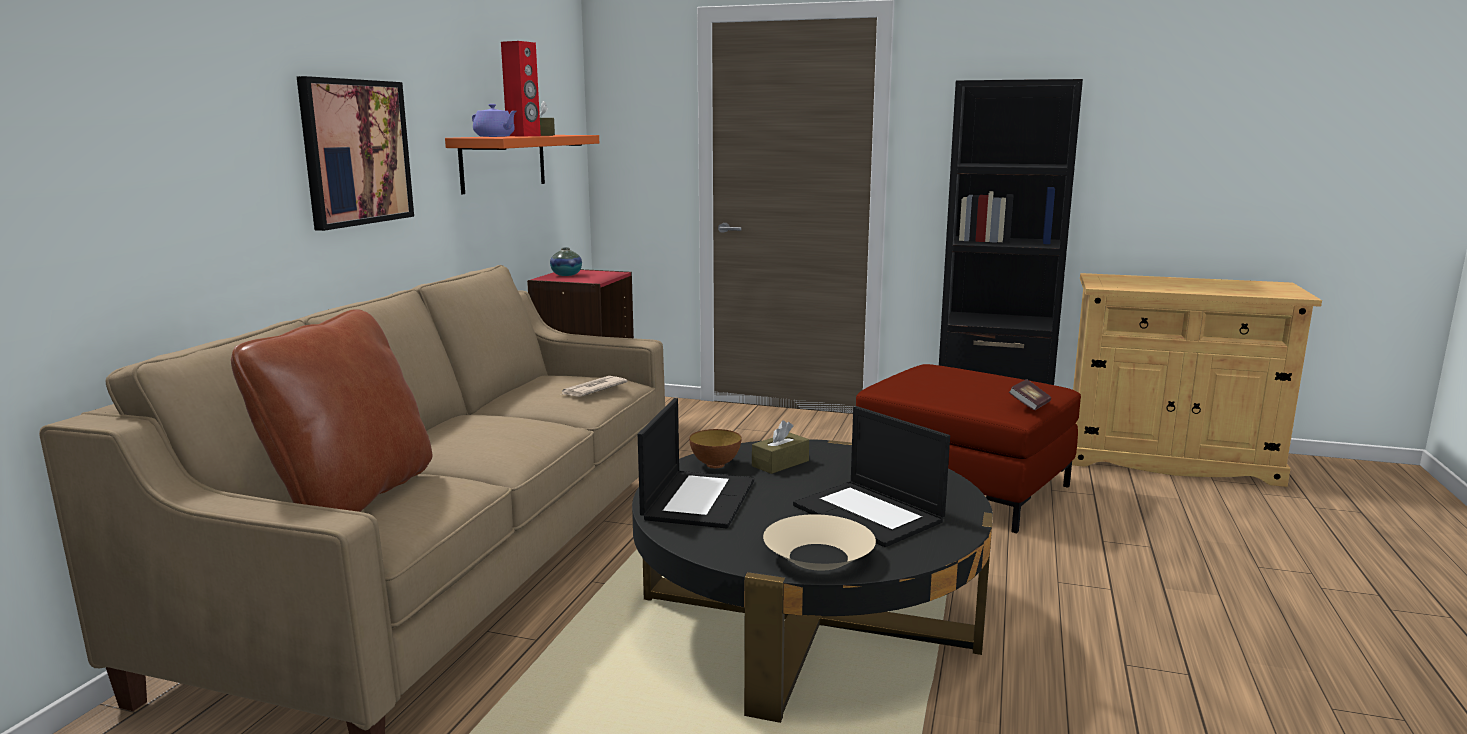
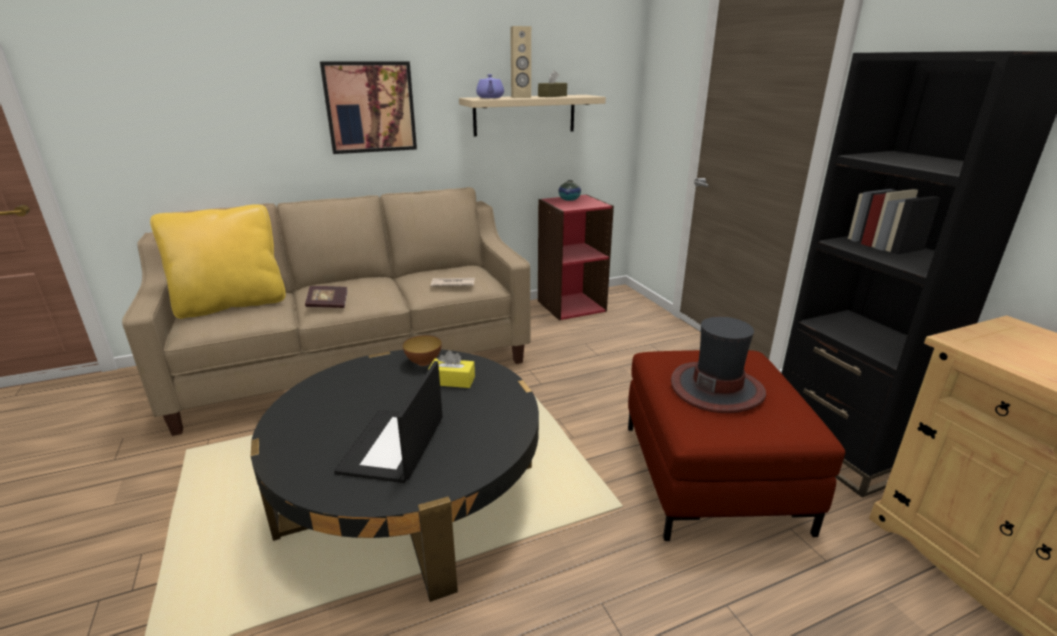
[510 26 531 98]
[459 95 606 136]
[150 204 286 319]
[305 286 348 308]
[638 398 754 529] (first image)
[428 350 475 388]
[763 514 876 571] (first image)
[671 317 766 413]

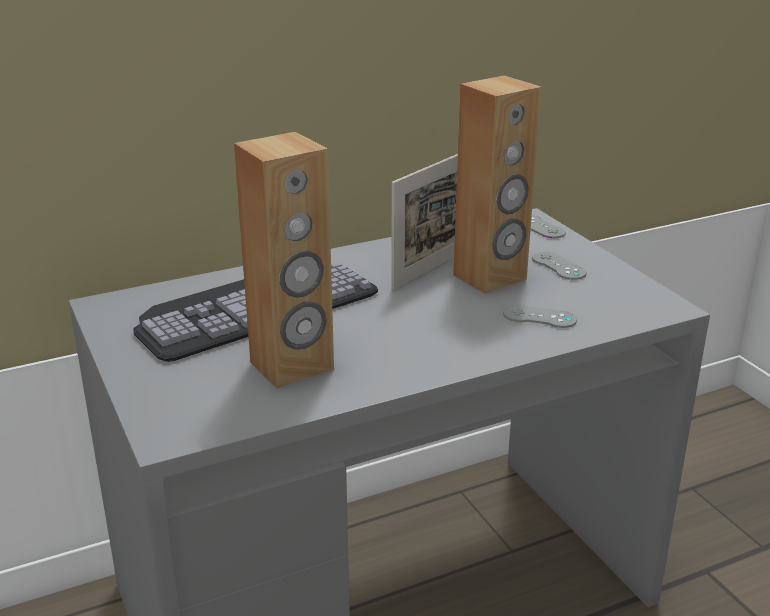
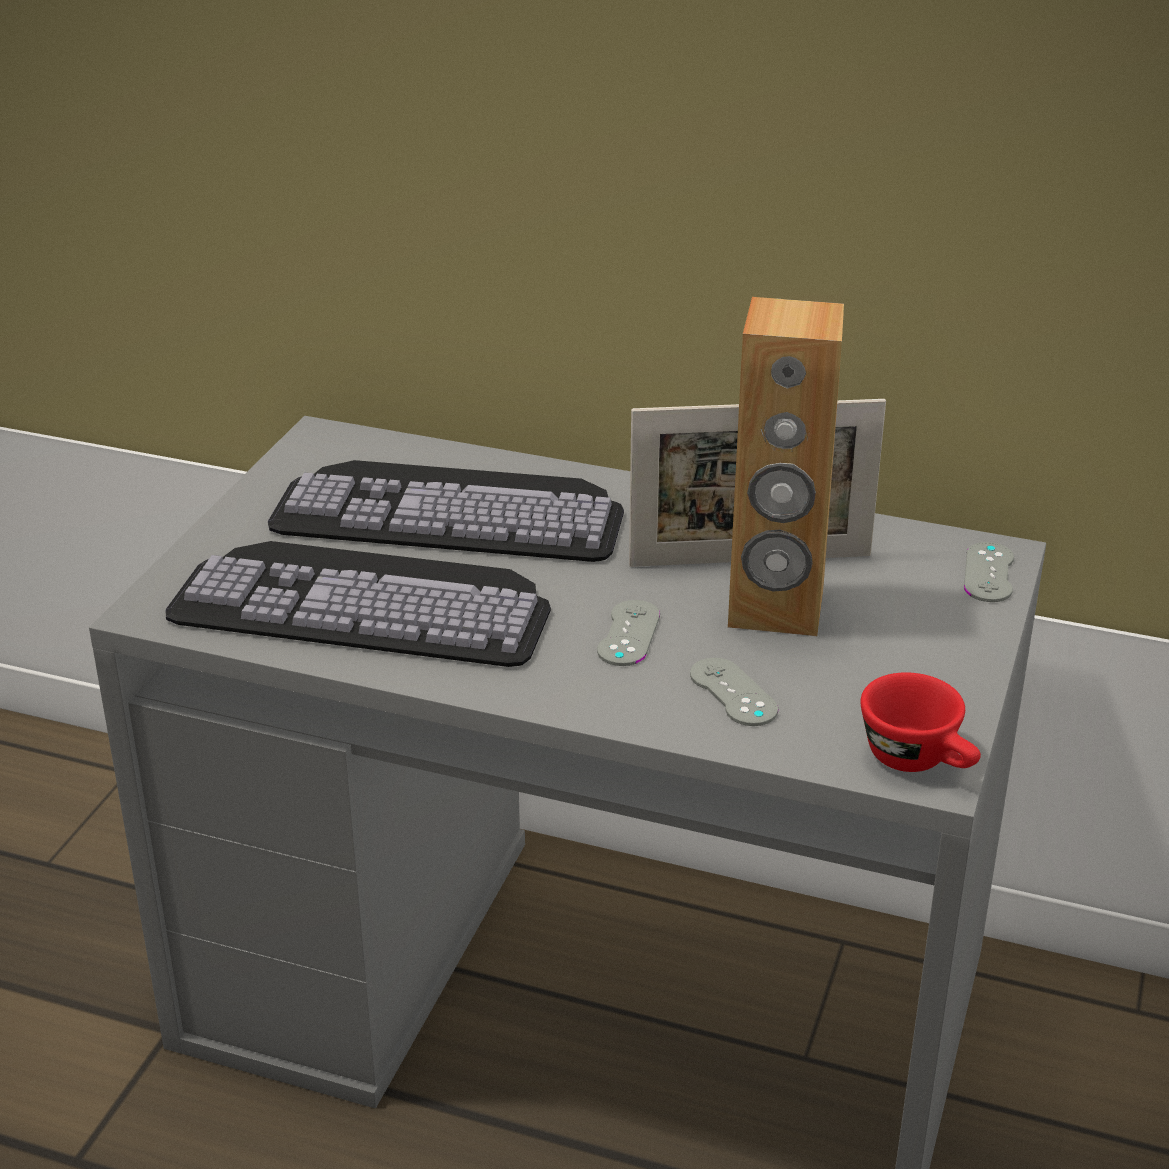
[166 541 551 667]
[597 600 660 666]
[861 672 981 772]

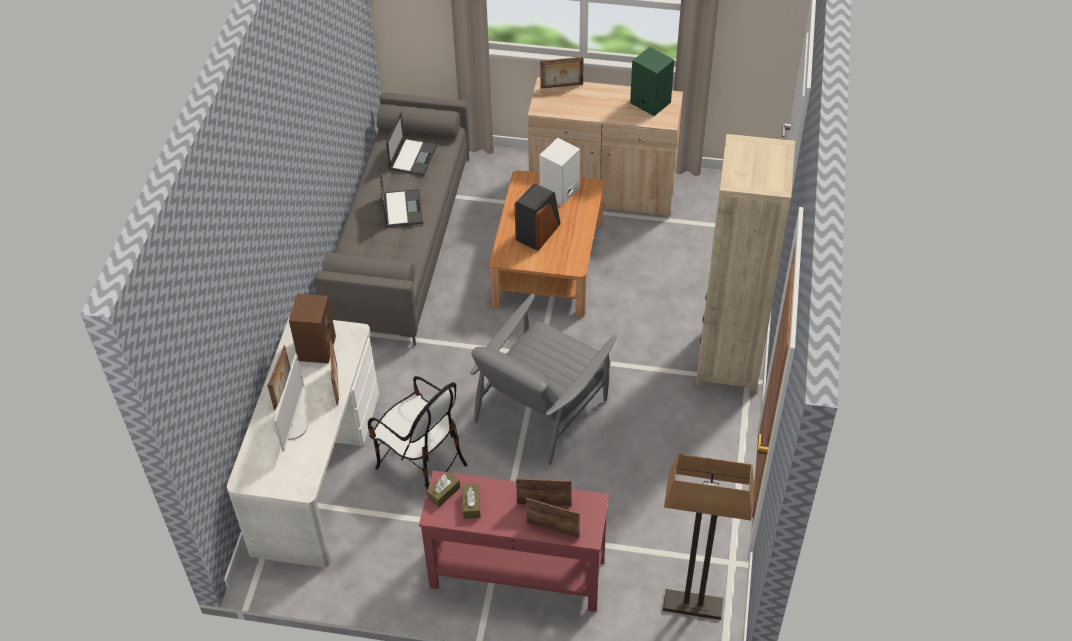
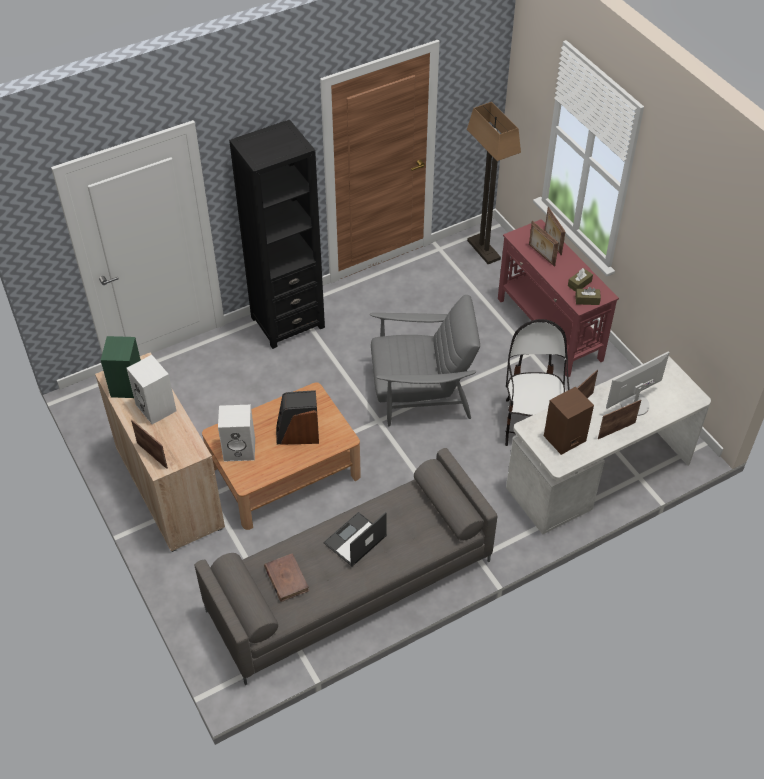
[264 553 309 602]
[229 120 325 349]
[127 355 176 424]

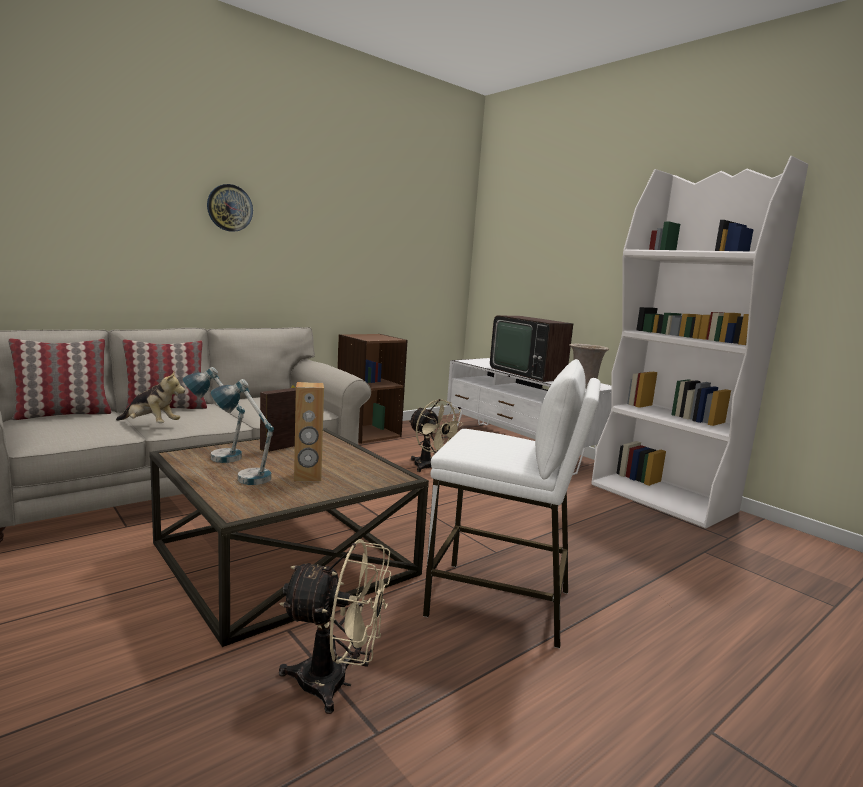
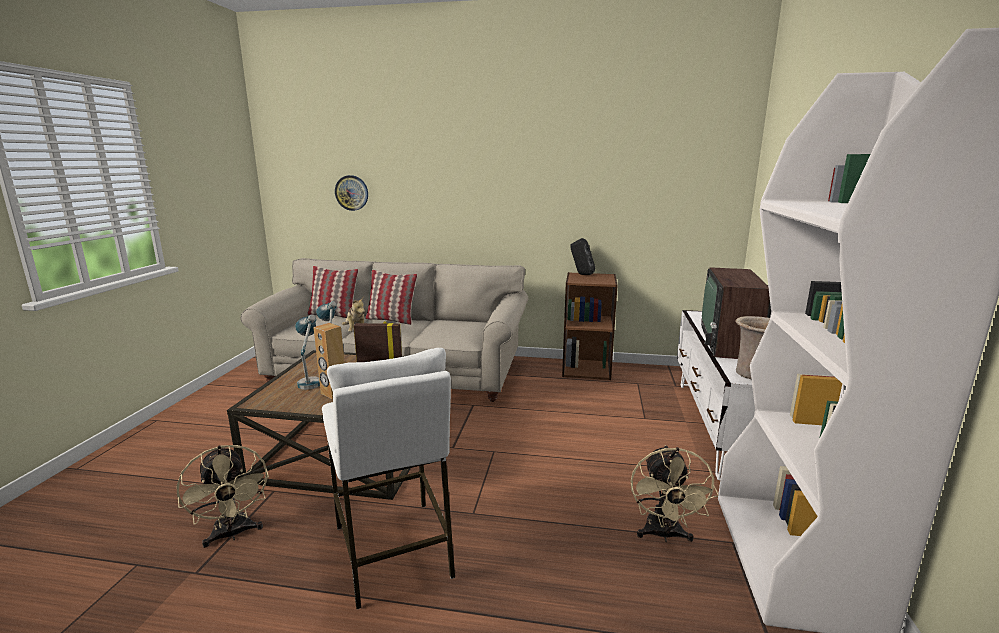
[335 175 368 211]
[631 445 719 542]
[570 238 595 275]

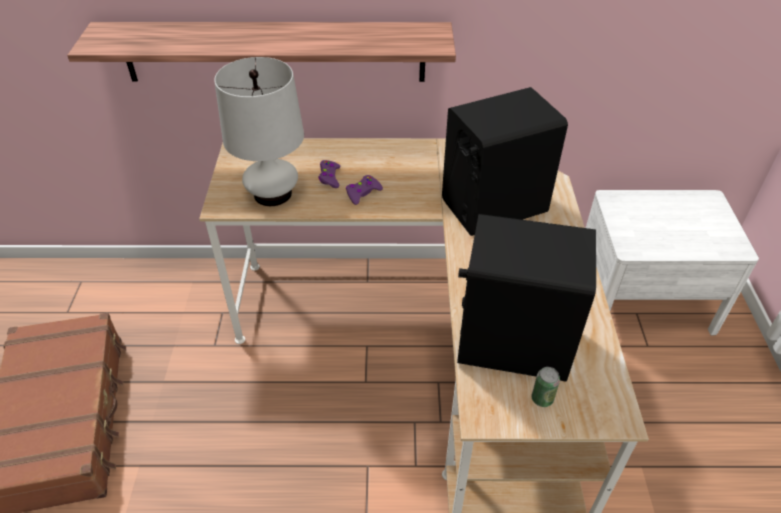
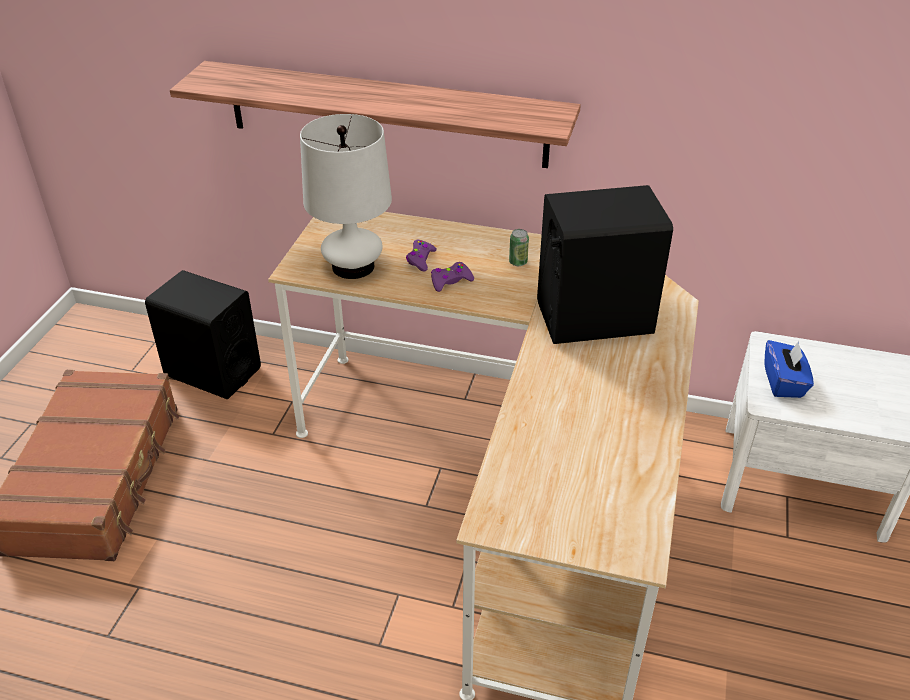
[145 270 261 399]
[509 229 529 266]
[765 340 814 398]

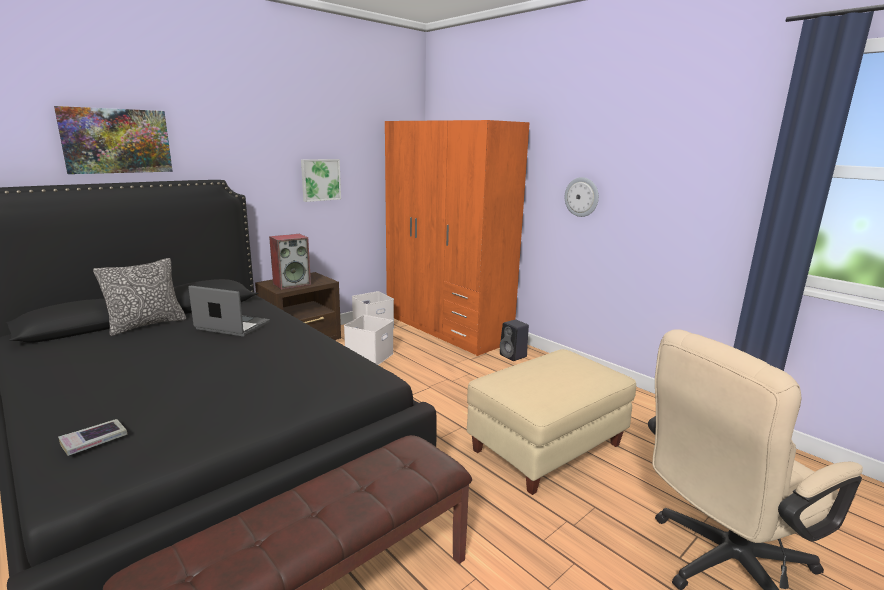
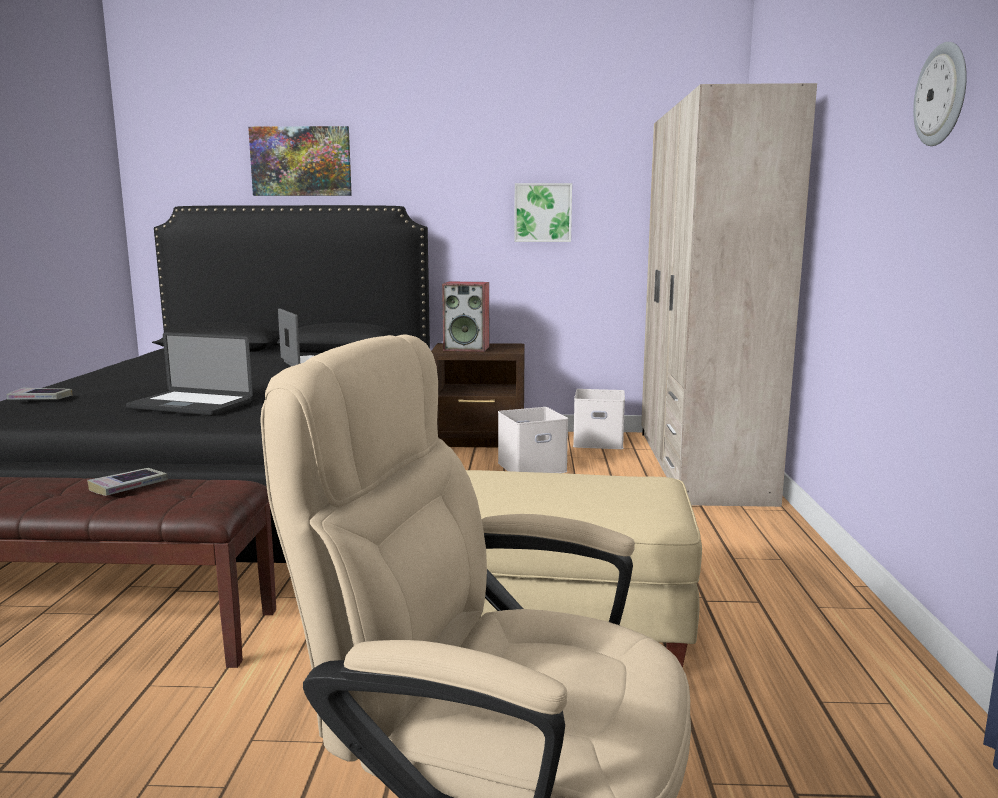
[641 83 817 507]
[913 42 967 146]
[93 258 186 336] (first image)
[500 319 529 361] (first image)
[126 332 253 416]
[87 468 168 496]

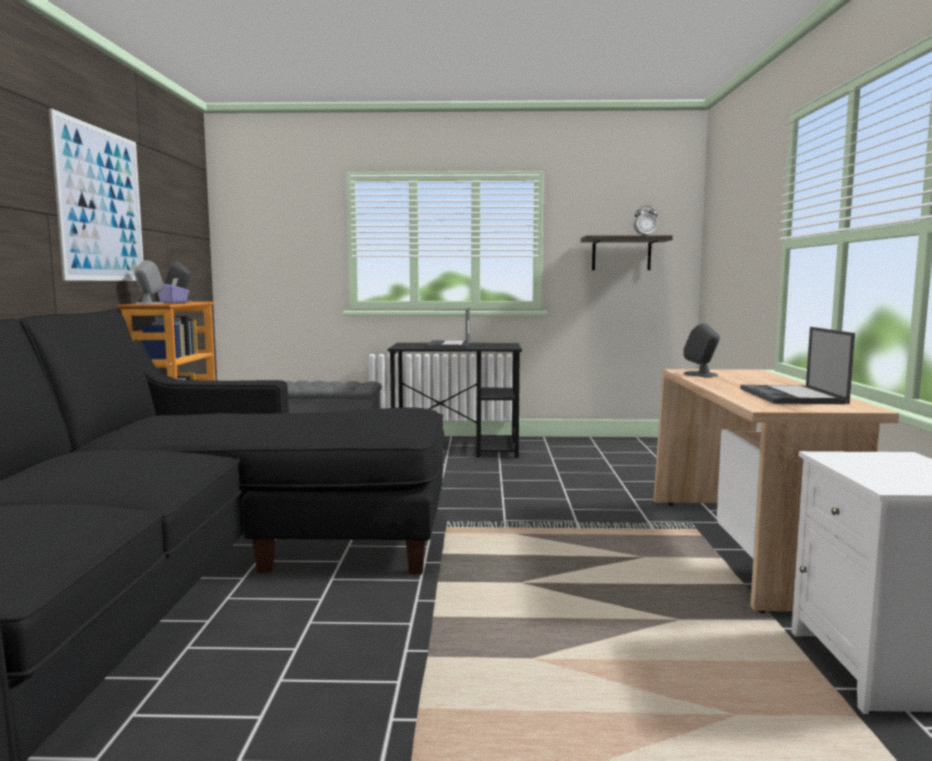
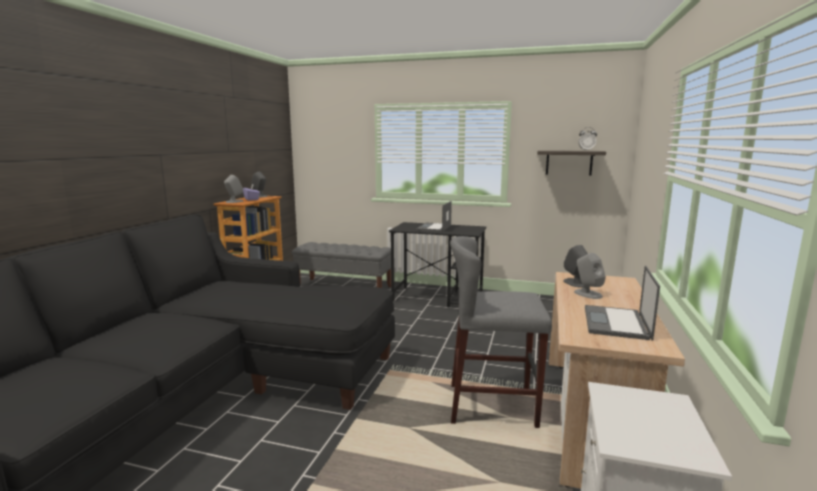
[49 108 144 281] (first image)
[450 236 552 428]
[574 253 606 299]

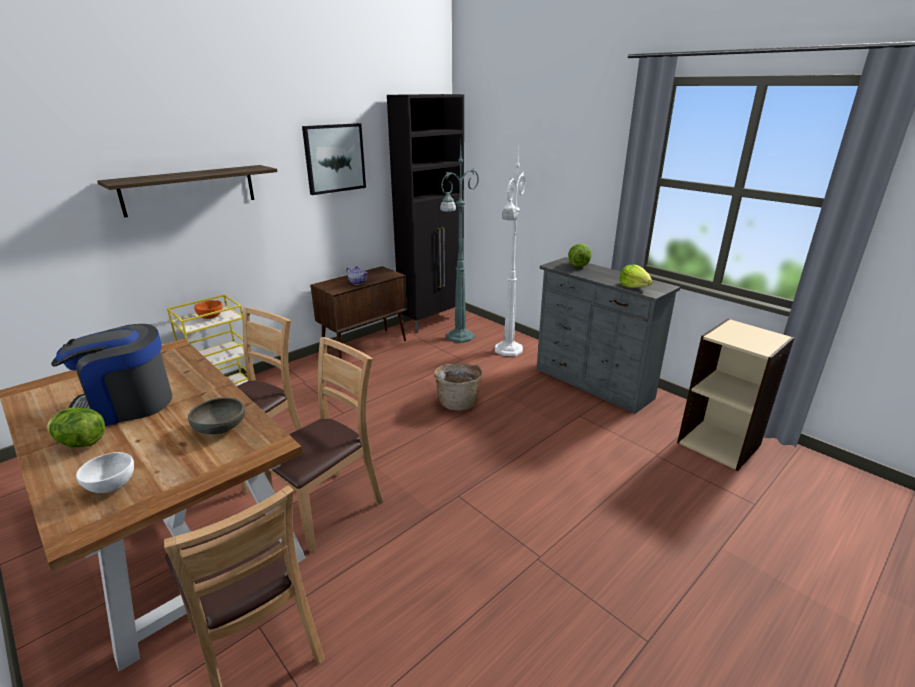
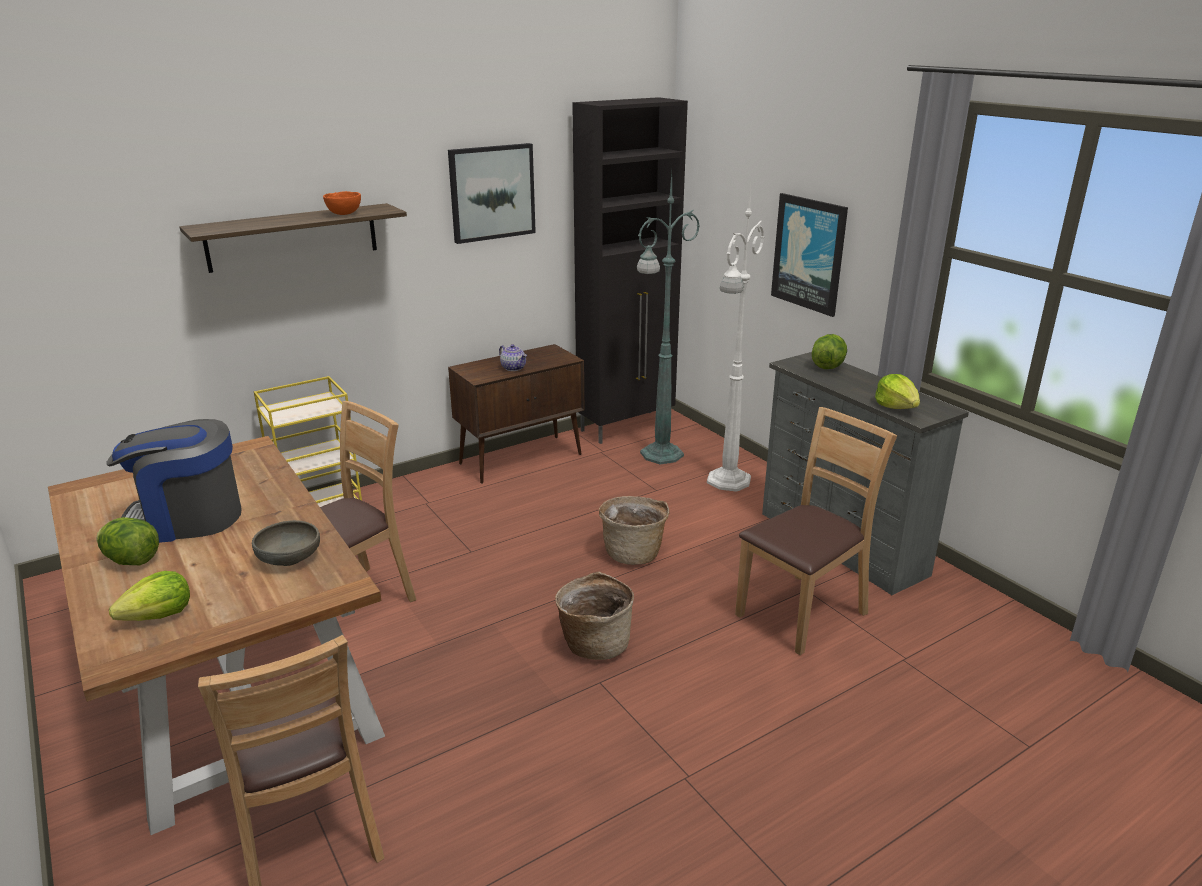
[323 191 361 215]
[677 319 795 471] (first image)
[735 407 897 655]
[109 571 190 621]
[771 193 848 317]
[555 571 634 660]

